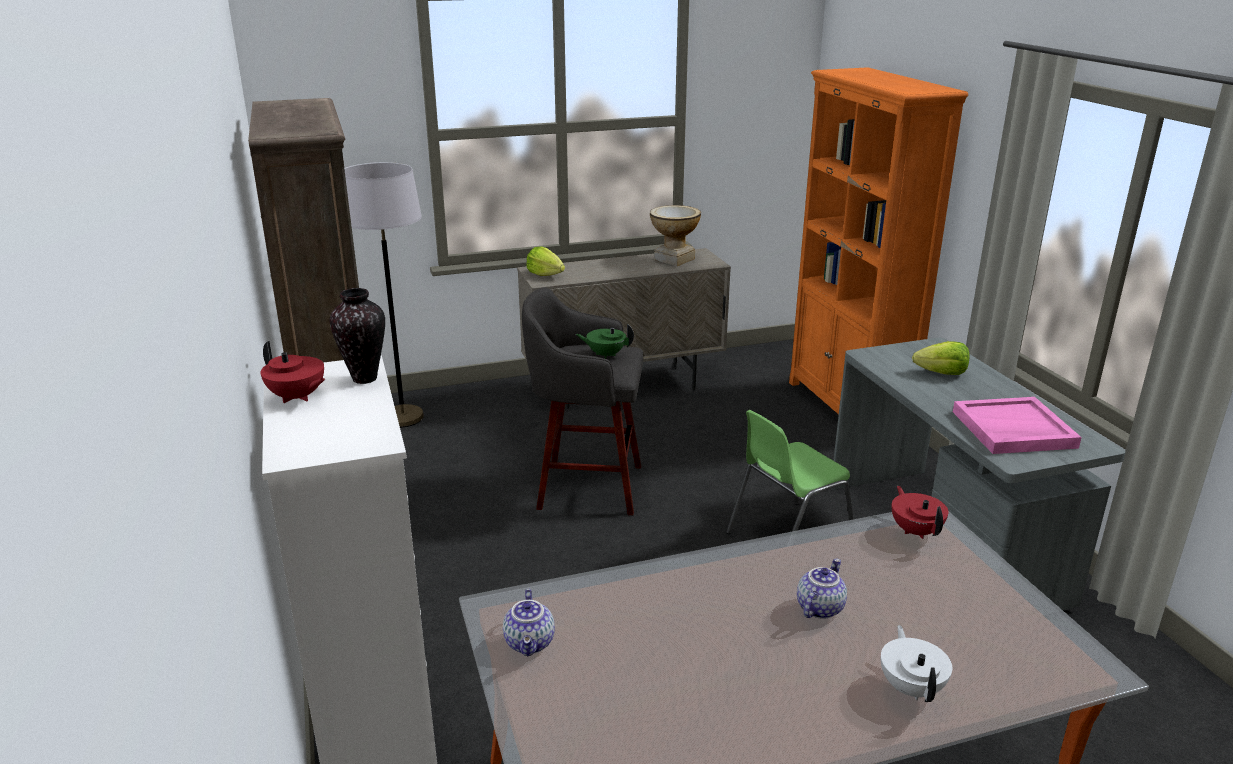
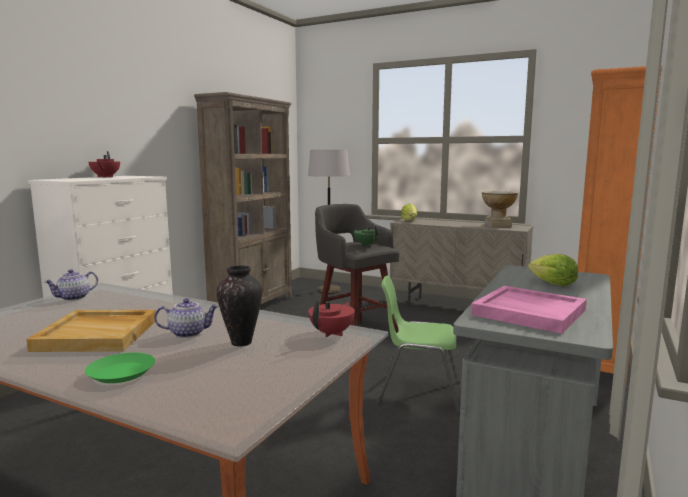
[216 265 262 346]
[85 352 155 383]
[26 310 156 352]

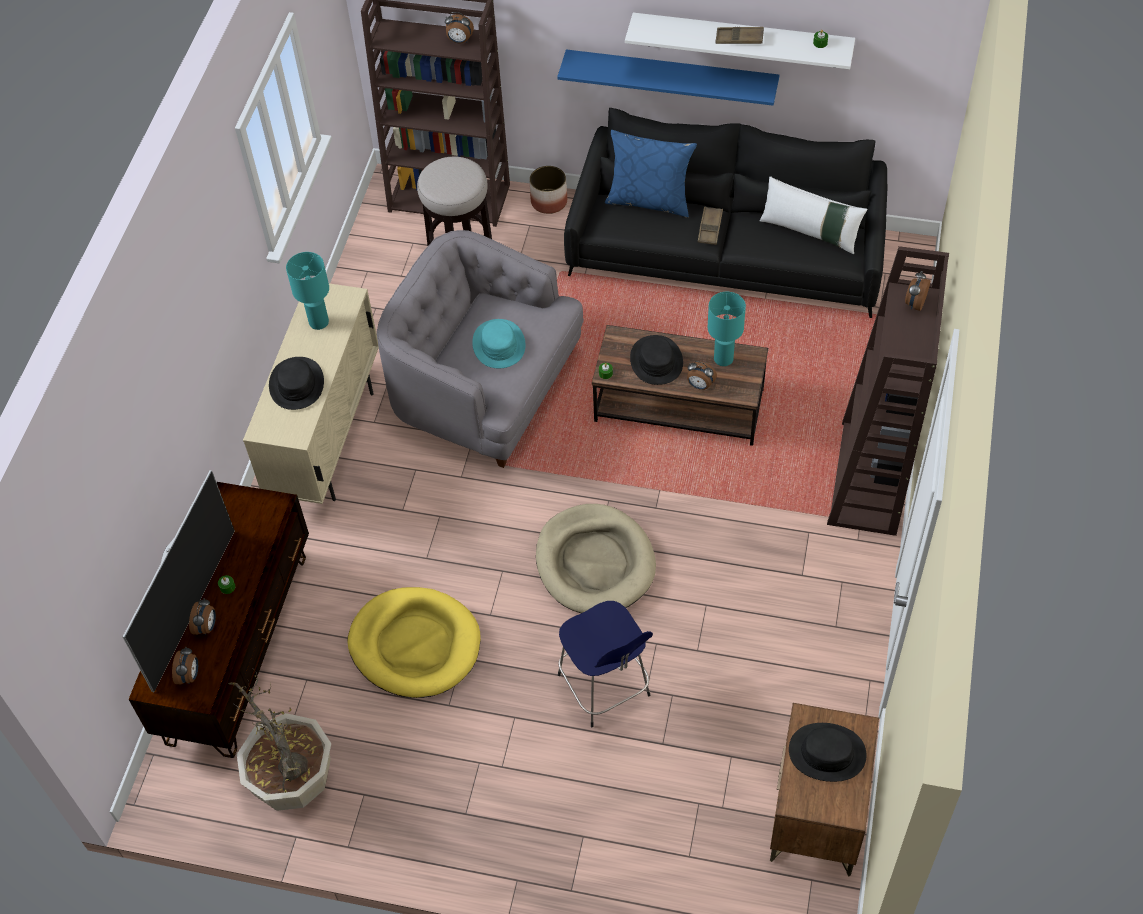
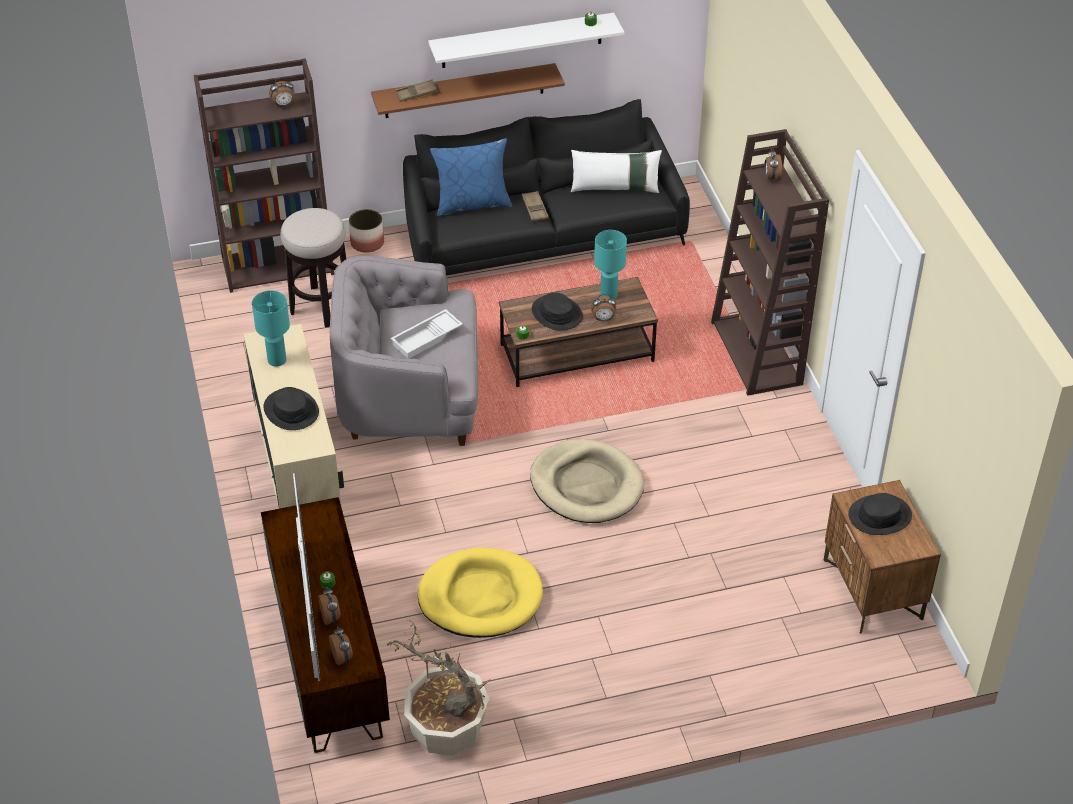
[395 79 438 102]
[371 63 565 118]
[391 309 463 359]
[558 601 653 727] (first image)

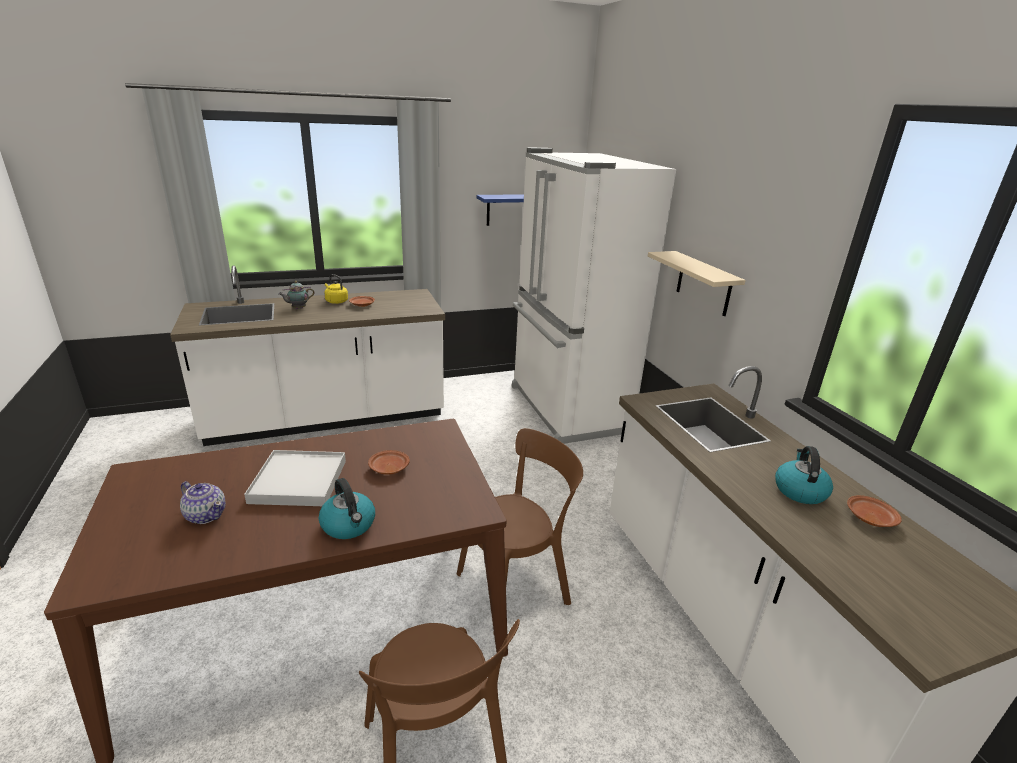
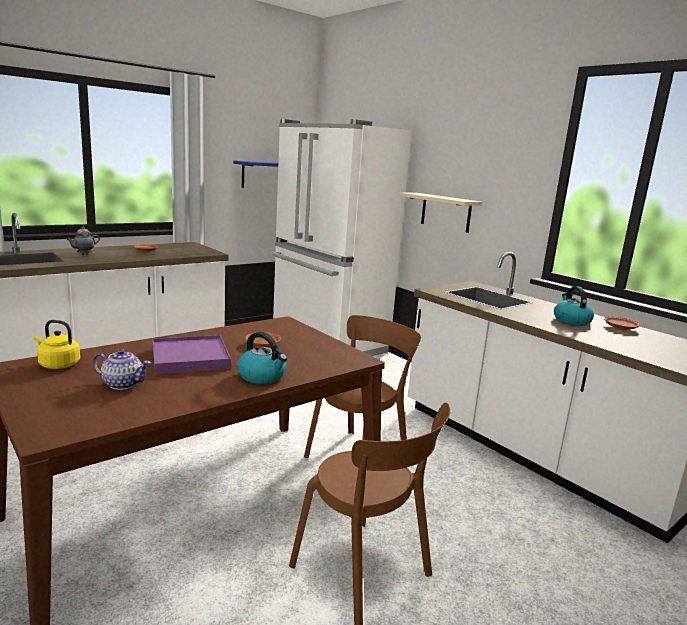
[34 320 80 369]
[152 335 231 375]

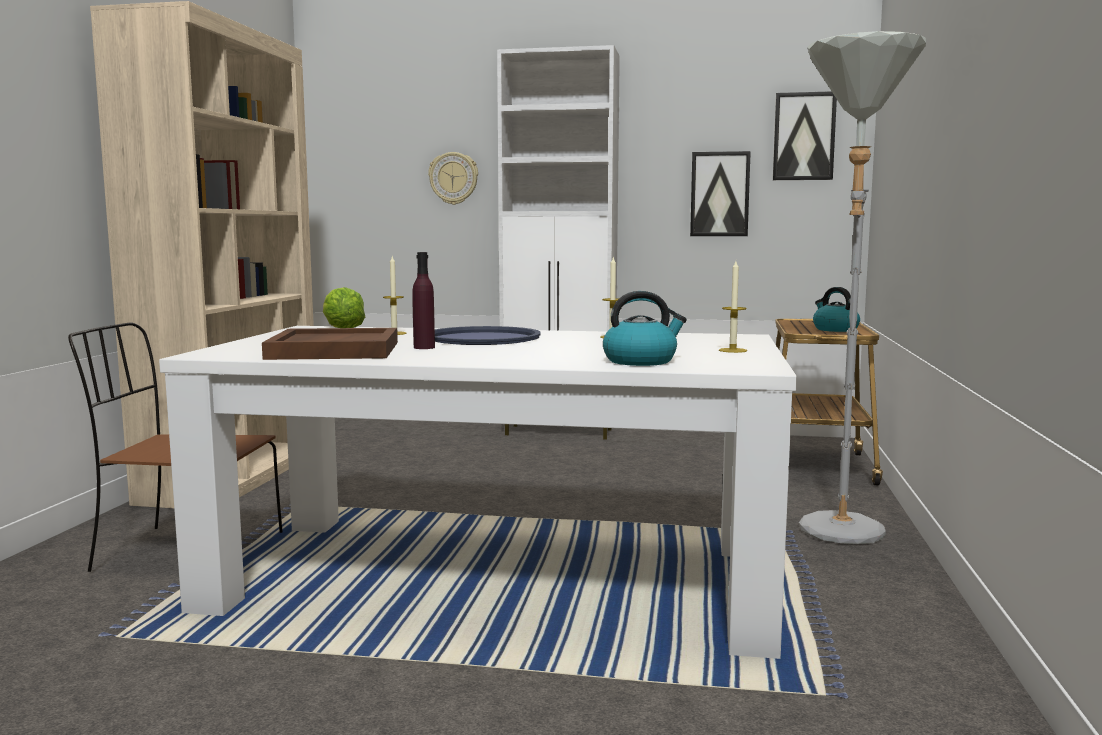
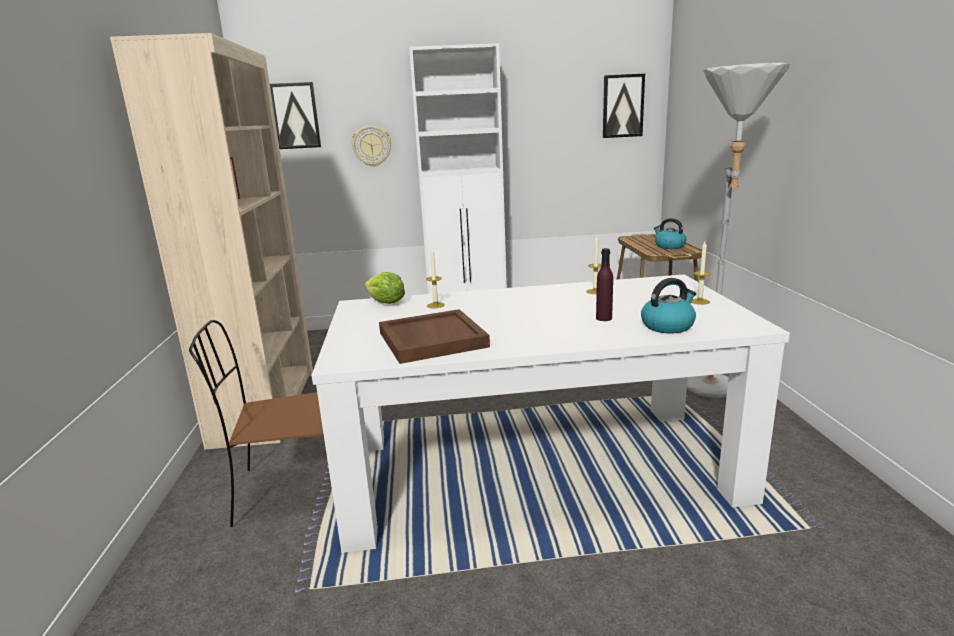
[270 82 321 149]
[596 248 613 321]
[435 326 541 345] (first image)

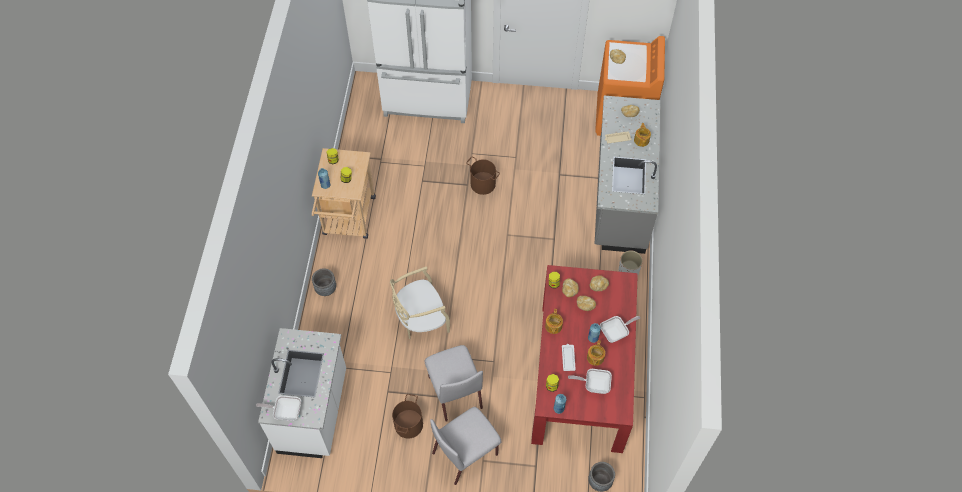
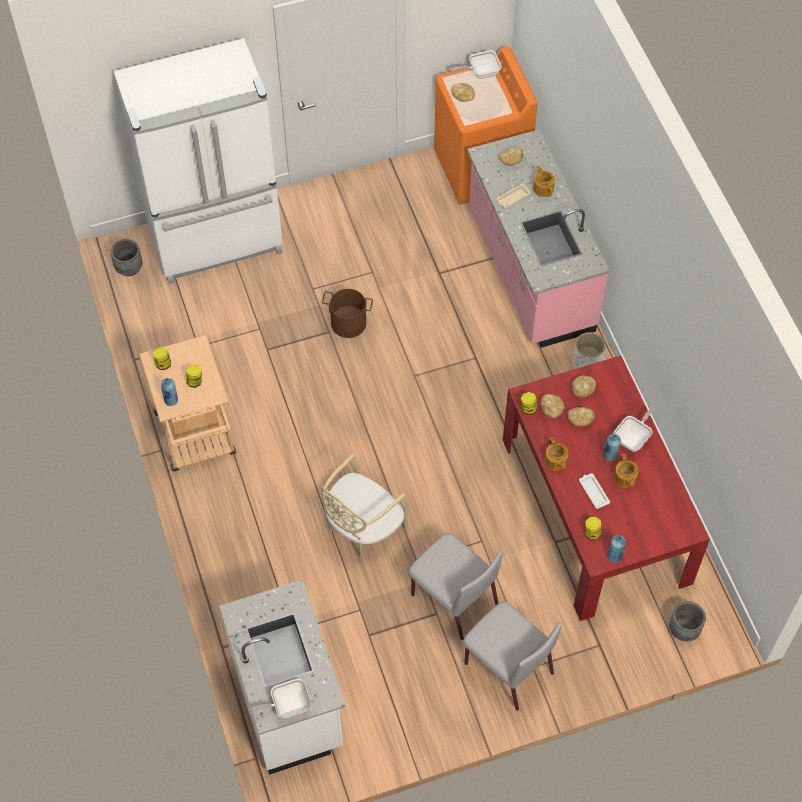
[467 130 609 348]
[110 239 142 276]
[451 50 502 79]
[392 394 423 438] (first image)
[462 601 562 711]

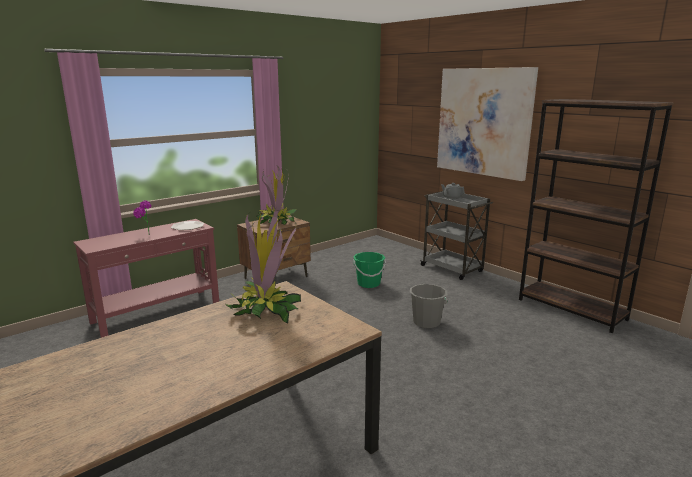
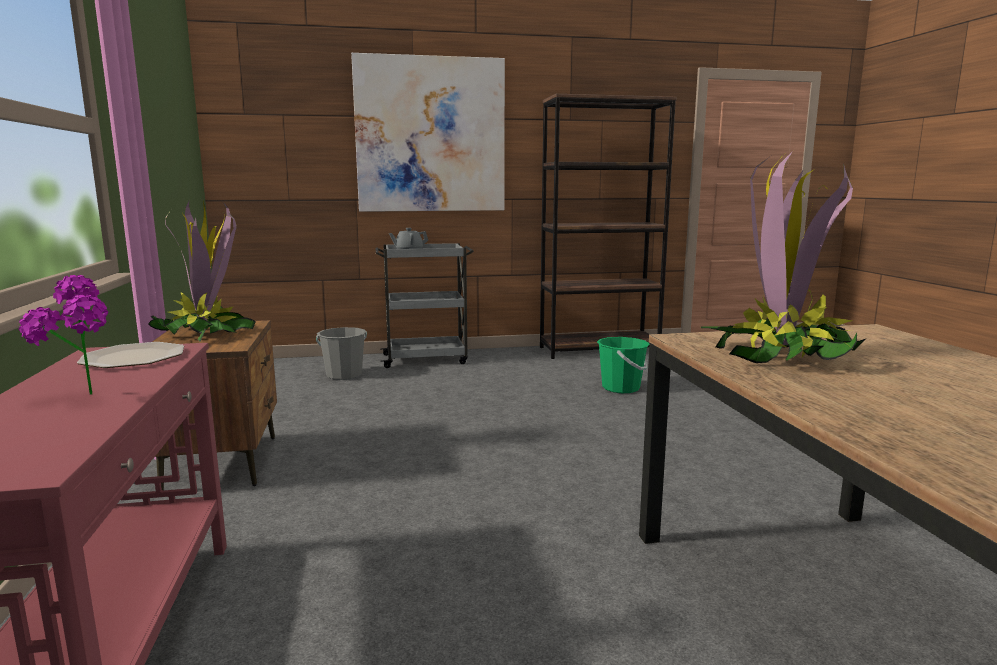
[597 337 649 393]
[316 327 367 380]

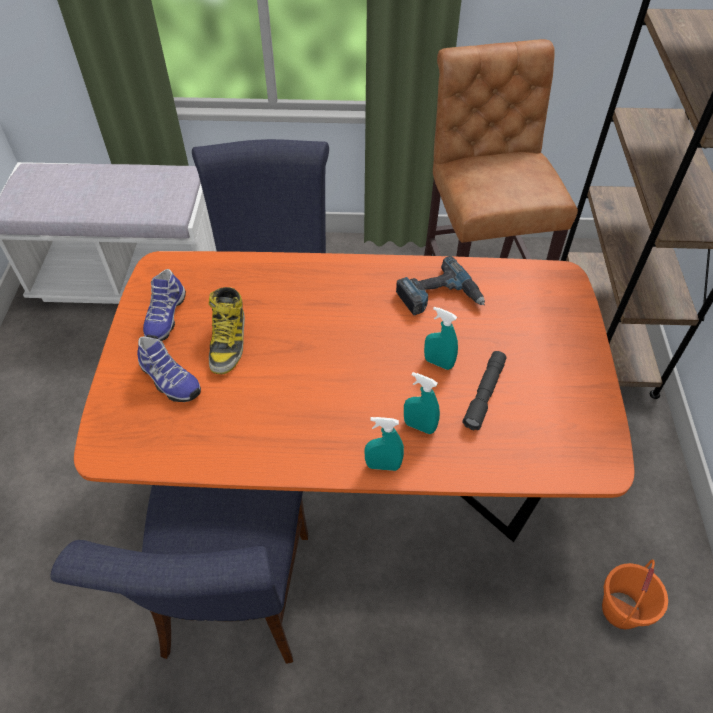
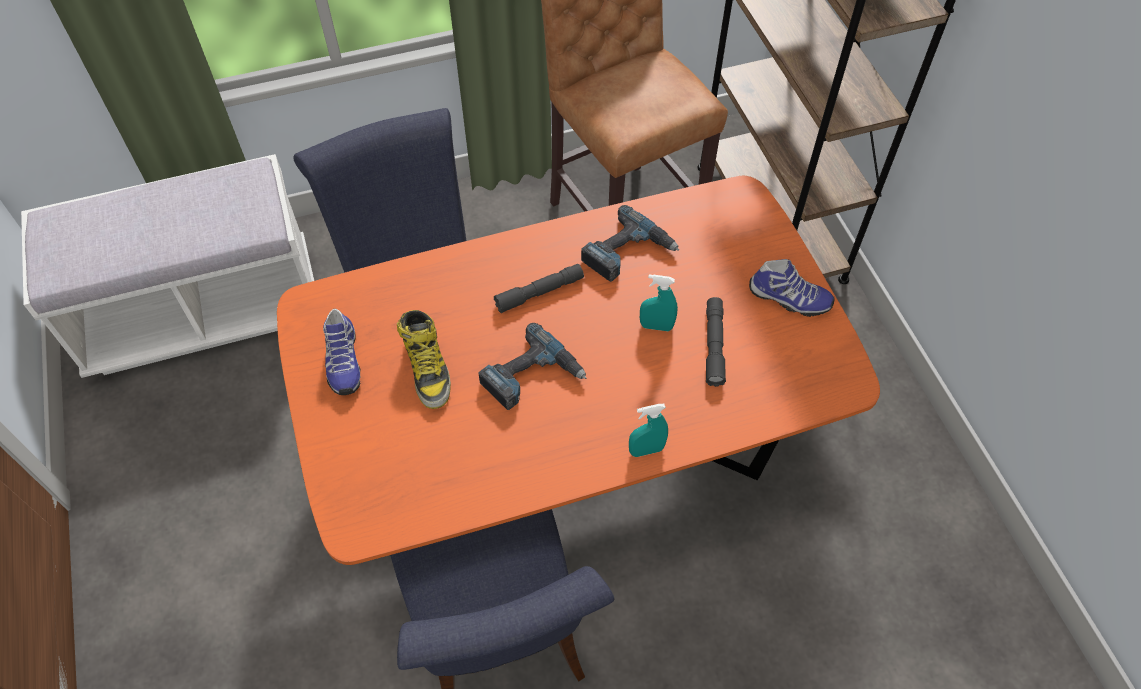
[749 259 835 317]
[404 372 440 434] (first image)
[602 560 668 629] (first image)
[494 264 584 313]
[478 323 586 410]

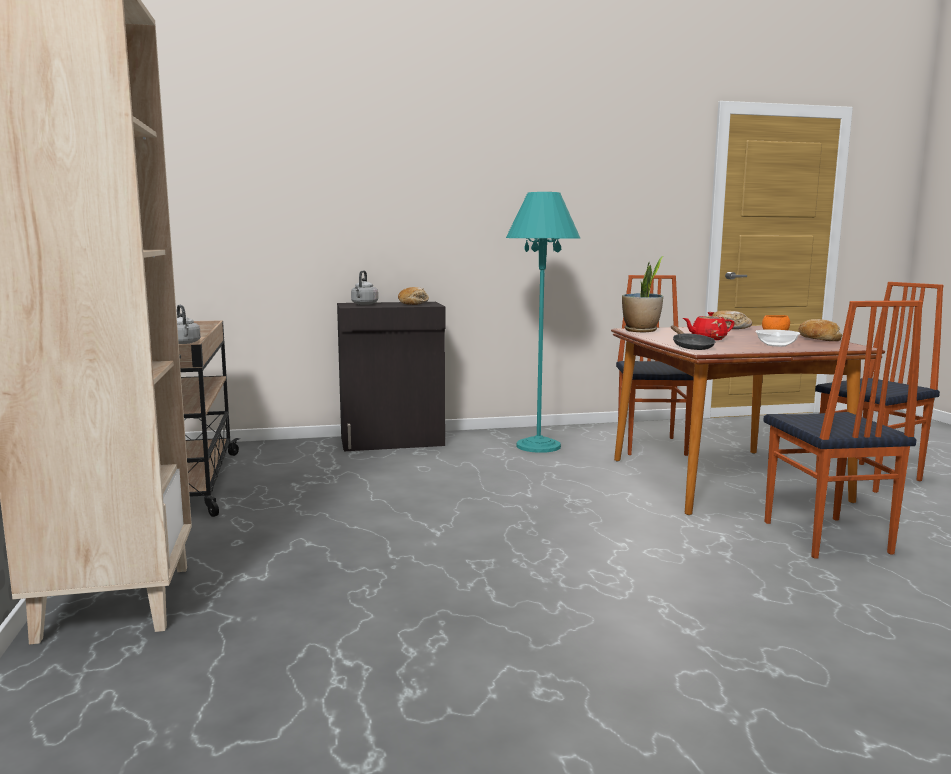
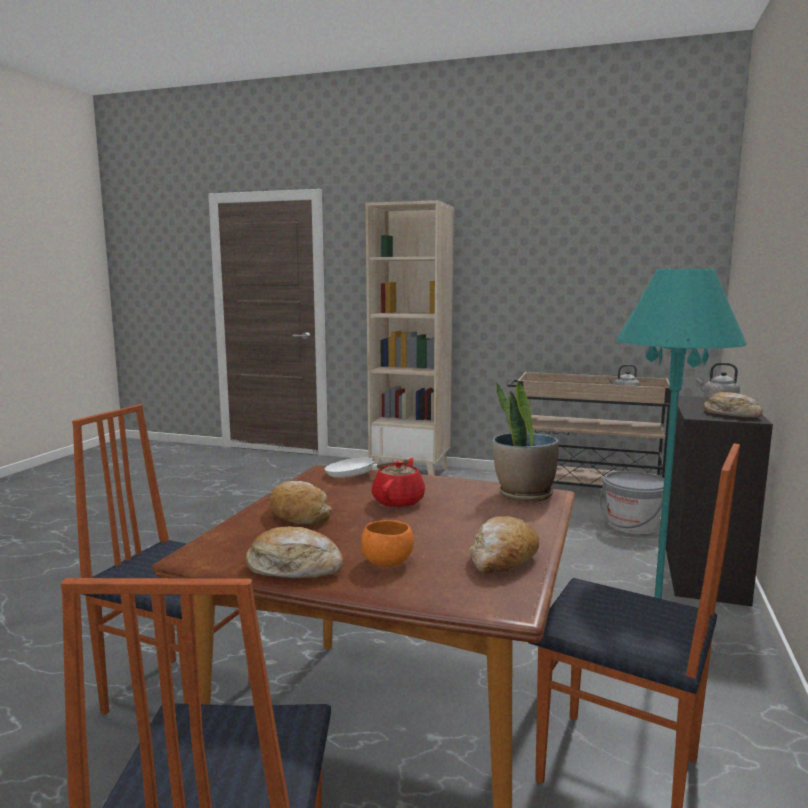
[325 457 408 478]
[269 481 332 525]
[599 471 664 535]

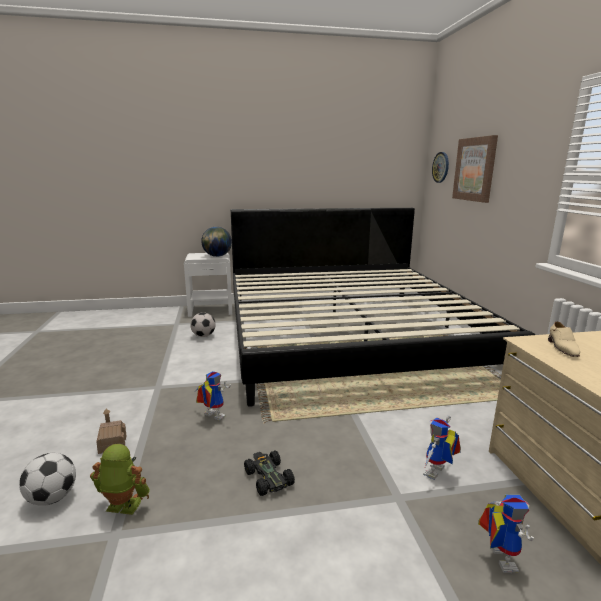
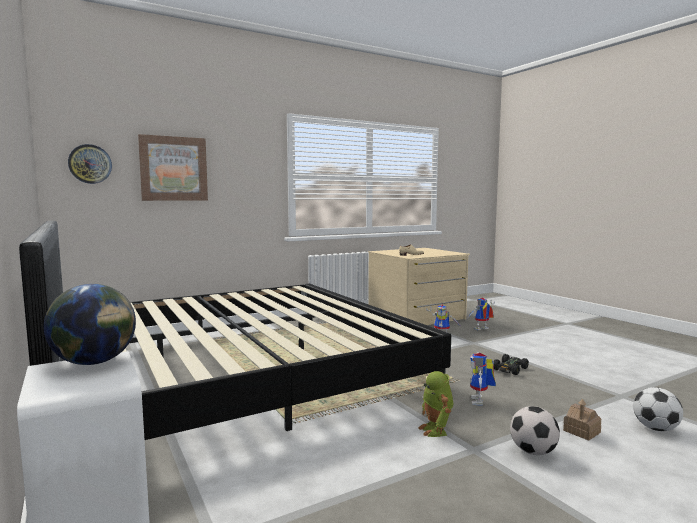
[510 406 560 455]
[419 371 453 437]

